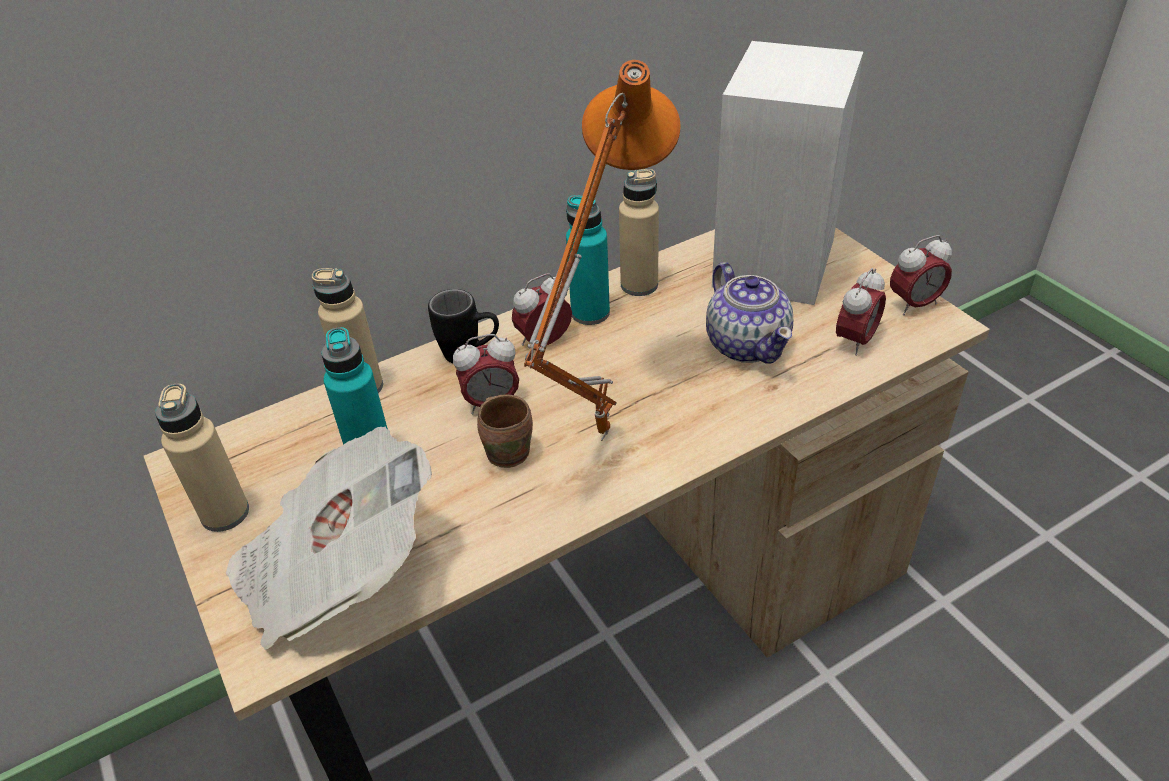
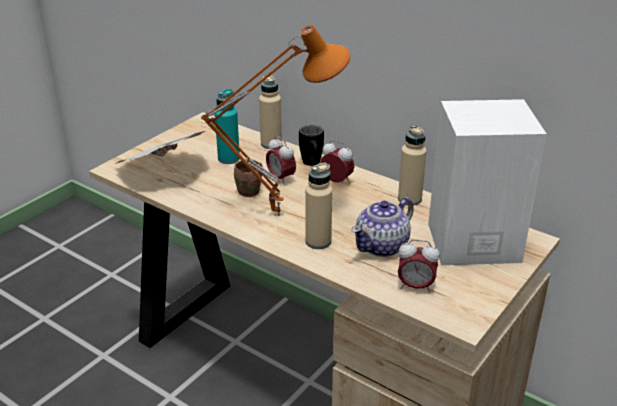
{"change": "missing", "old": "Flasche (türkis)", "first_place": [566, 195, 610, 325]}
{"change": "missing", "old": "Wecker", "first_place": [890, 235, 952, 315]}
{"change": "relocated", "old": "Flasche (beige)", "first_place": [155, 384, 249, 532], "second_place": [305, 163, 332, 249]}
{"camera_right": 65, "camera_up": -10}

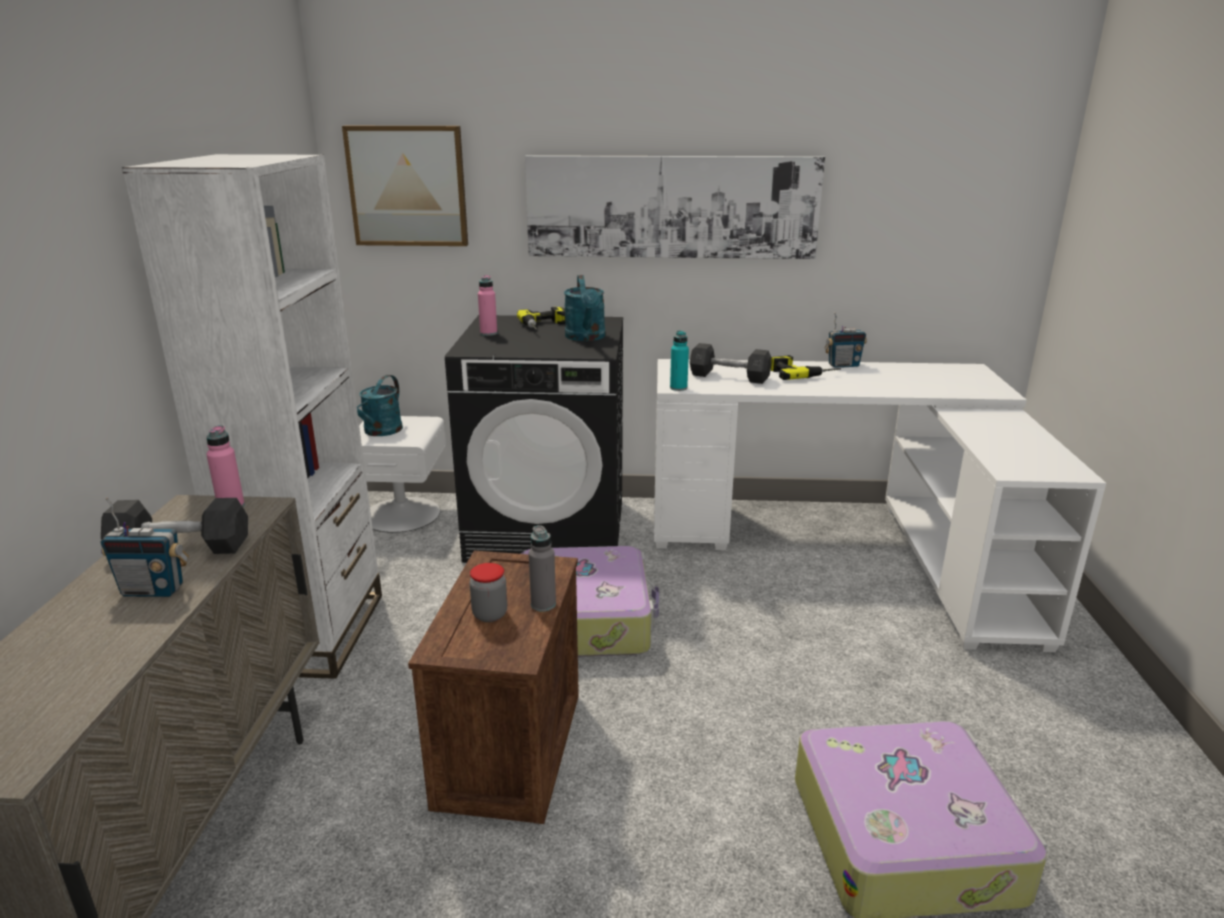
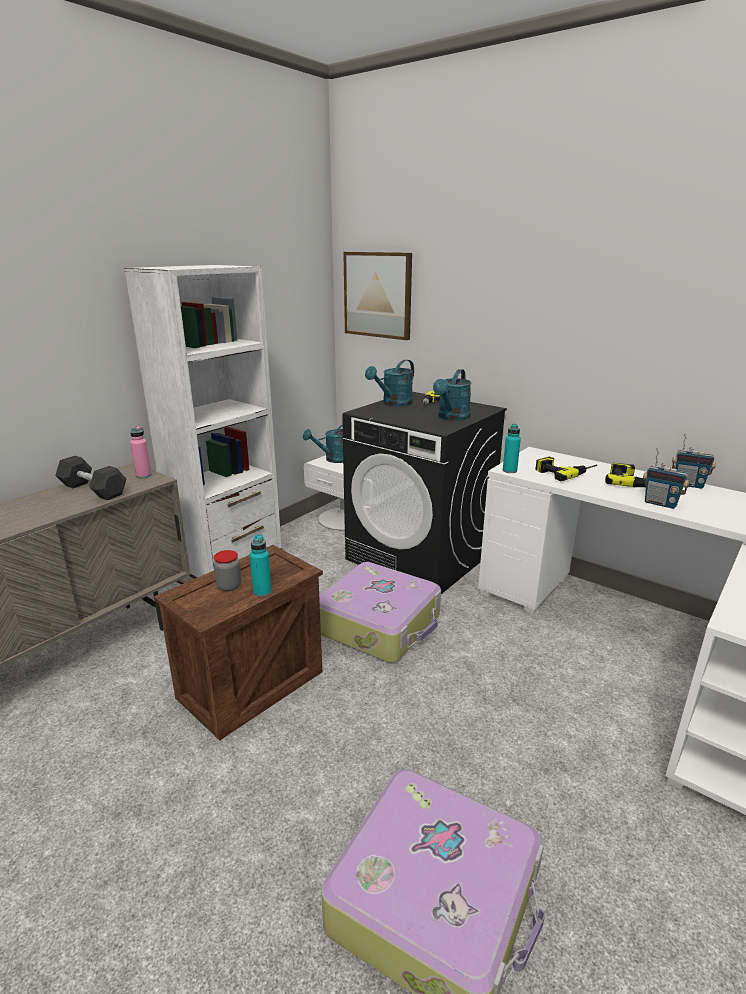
{"change": "missing", "old": "Bild", "first_place": [525, 155, 825, 259]}
{"change": "relocated", "old": "Radio", "first_place": [100, 497, 189, 597], "second_place": [643, 448, 690, 509]}
{"change": "exchanged", "old": "Flasche (rosa)", "new": "Gießkanne (türkis)", "first_place": [478, 275, 497, 336], "second_place": [365, 360, 414, 406]}
{"change": "exchanged", "old": "Hantel (grau)", "new": "Bohrmaschine", "first_place": [690, 343, 772, 384], "second_place": [535, 457, 597, 481]}
{"change": "colour", "old": "Flasche (grau)", "new": "Flasche (türkis)", "first_place": [529, 525, 556, 612], "second_place": [250, 534, 272, 597]}
{"camera_right": 35, "camera_up": 0}

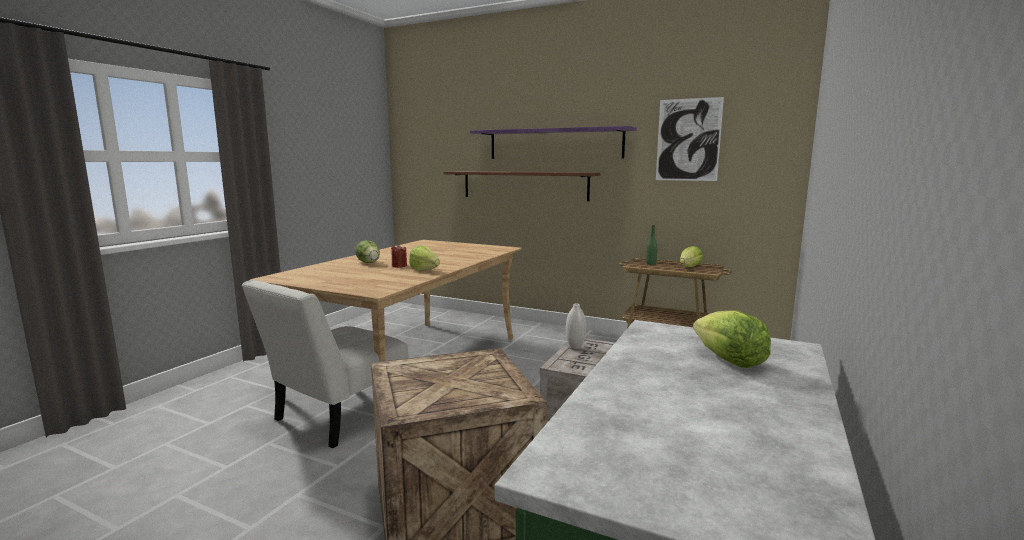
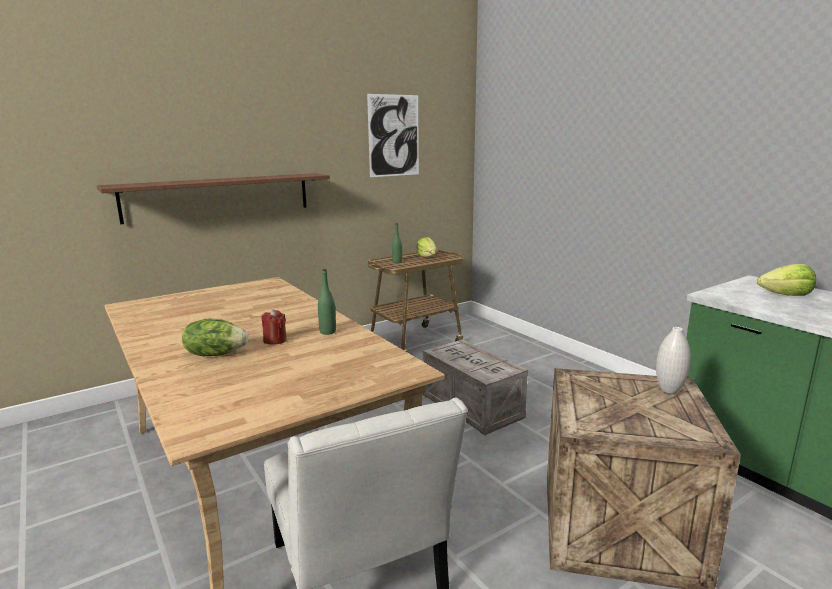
{"change": "missing", "old": "Wandregal (lila)", "first_place": [470, 126, 637, 159]}
{"change": "relocated", "old": "Vase (weiß)", "first_place": [566, 304, 586, 349], "second_place": [656, 327, 691, 393]}
{"change": "exchanged", "old": "Salatkopf", "new": "Flasche (grün)", "first_place": [409, 246, 440, 271], "second_place": [318, 269, 336, 335]}
{"camera_right": -60, "camera_up": 5}

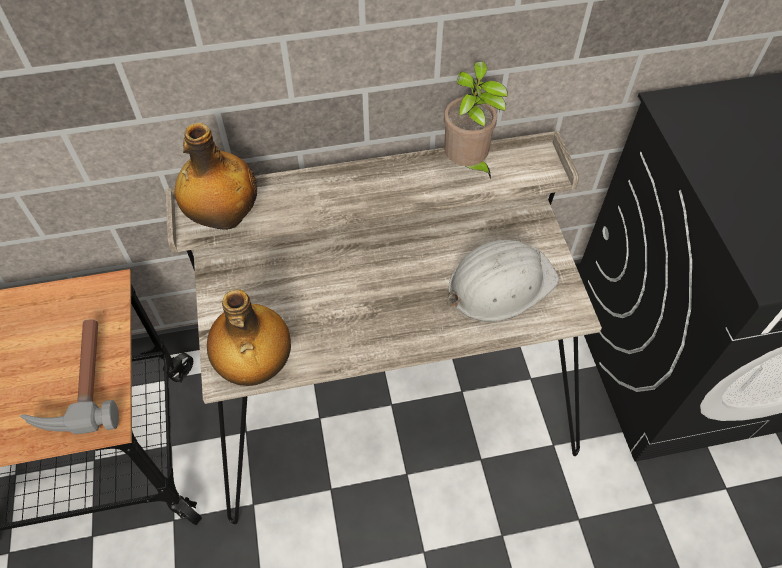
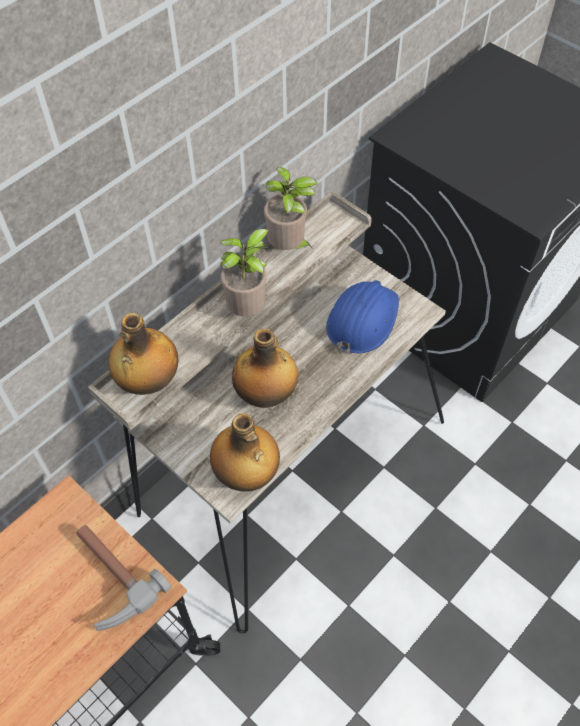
{"change": "appeared", "new": "Topfpflanze", "second_place": [220, 228, 269, 317]}
{"change": "appeared", "new": "Flasche", "second_place": [232, 328, 298, 408]}
{"change": "colour", "old": "Schutzhelm (weiß)", "new": "Schutzhelm (blau)", "first_place": [447, 240, 559, 322], "second_place": [326, 280, 399, 354]}
{"camera_right": -35, "camera_up": 0}

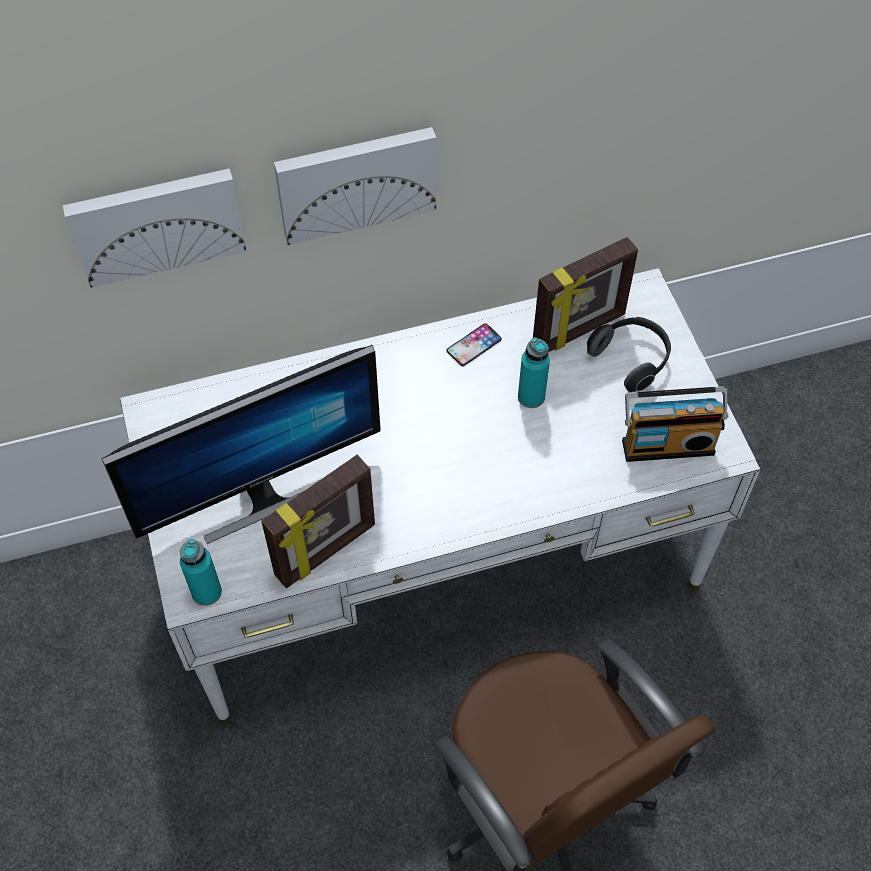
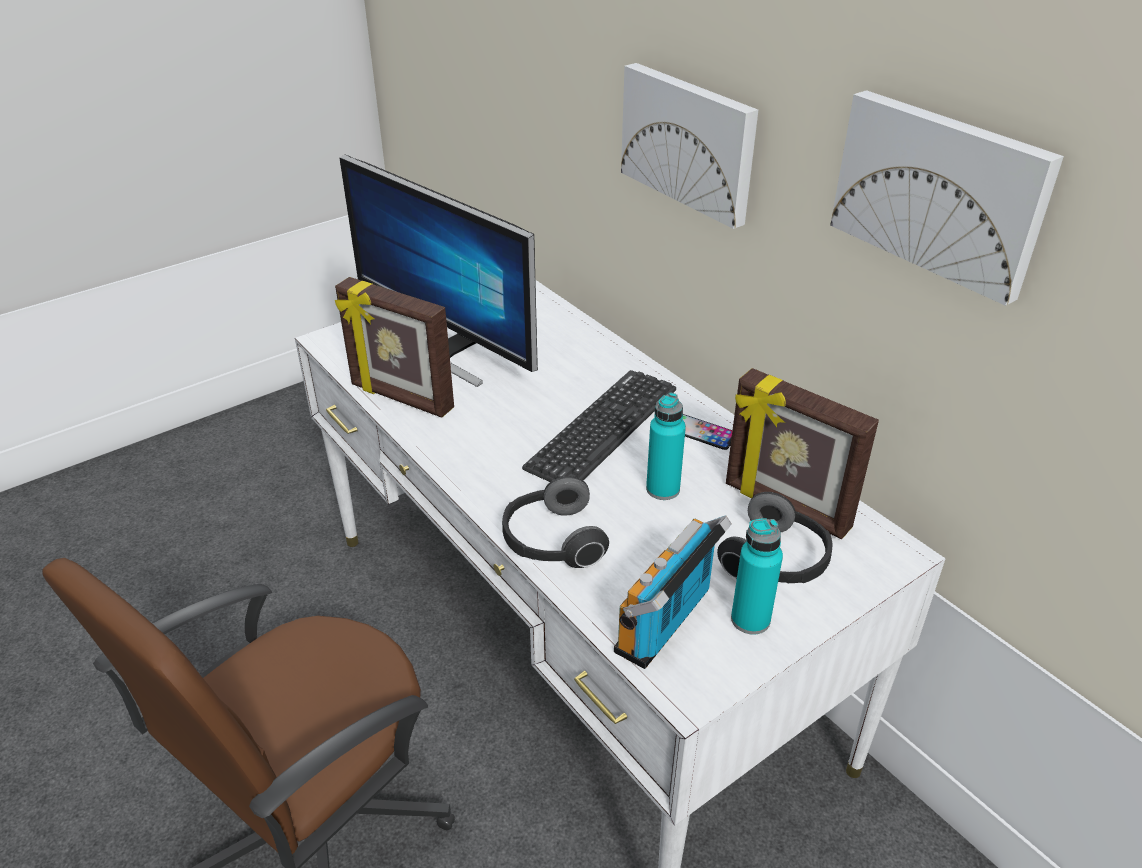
{"change": "appeared", "new": "Kopfhörer", "second_place": [502, 476, 609, 568]}
{"change": "appeared", "new": "Tastatur", "second_place": [522, 370, 676, 482]}
{"change": "relocated", "old": "Bild", "first_place": [63, 168, 247, 288], "second_place": [830, 90, 1064, 306]}
{"change": "relocated", "old": "Flasche (türkis)", "first_place": [180, 539, 222, 606], "second_place": [731, 518, 783, 635]}
{"change": "spun", "old": "Radio", "first_place": [622, 386, 728, 462], "second_place": [614, 515, 732, 669], "degrees": 60}
{"camera_right": 70, "camera_up": -20}

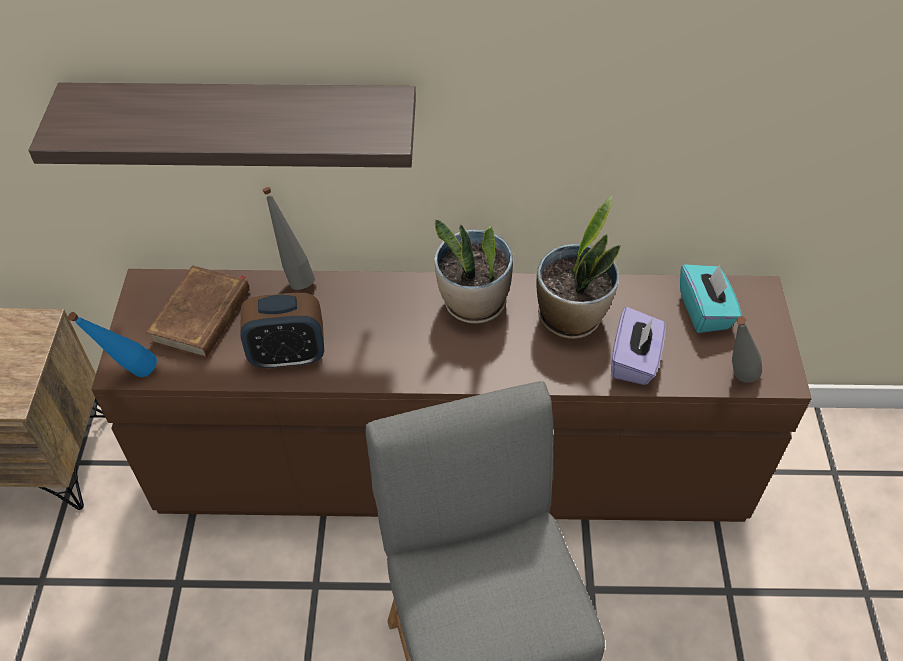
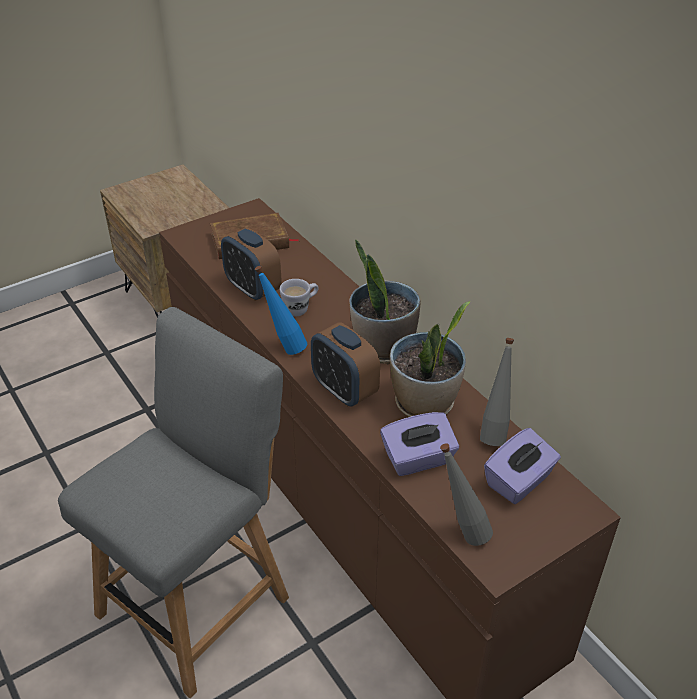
{"change": "missing", "old": "Wandregal", "first_place": [29, 83, 416, 168]}
{"change": "appeared", "new": "Henkelbecher (weiß)", "second_place": [280, 279, 318, 316]}
{"change": "appeared", "new": "Wecker", "second_place": [311, 322, 380, 407]}
{"change": "relocated", "old": "Flasche (blau)", "first_place": [68, 312, 157, 377], "second_place": [255, 266, 307, 355]}
{"change": "relocated", "old": "Flasche (grau)", "first_place": [262, 187, 315, 290], "second_place": [480, 338, 514, 446]}
{"change": "colour", "old": "Taschentuchbox (türkis)", "new": "Taschentuchbox (lila)", "first_place": [680, 264, 742, 333], "second_place": [484, 428, 561, 504]}
{"camera_right": 55, "camera_up": -10}

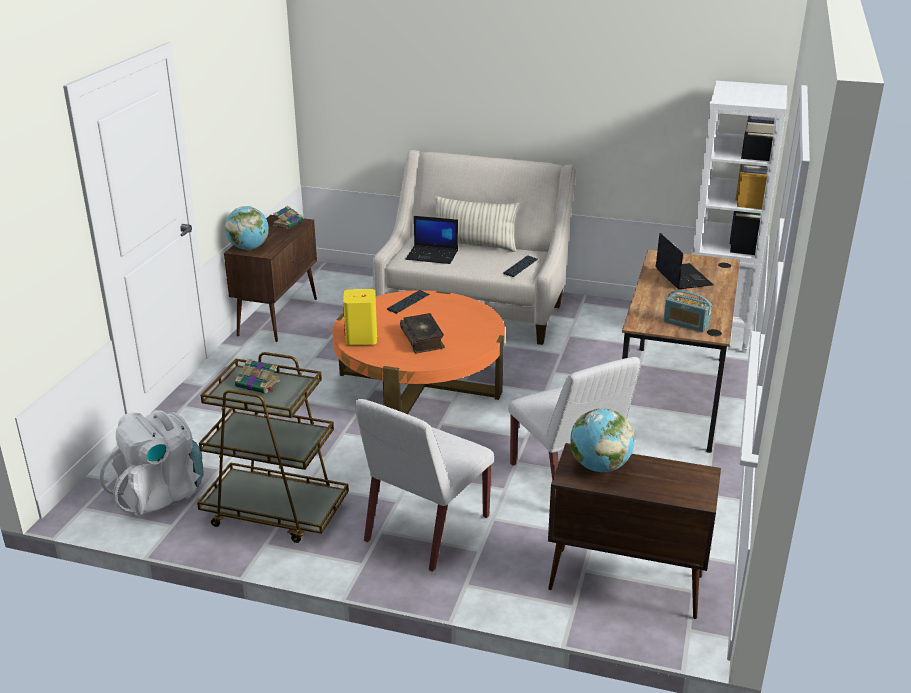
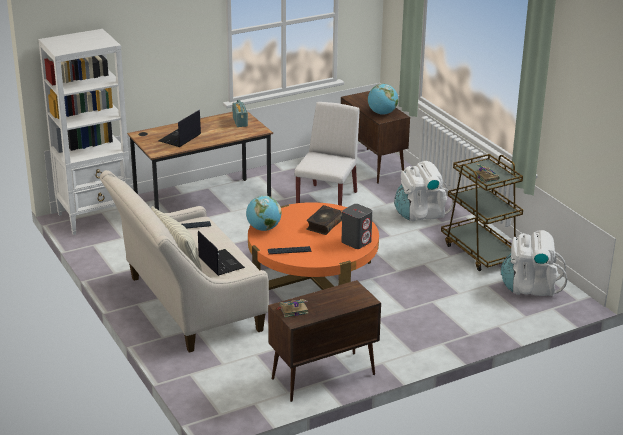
{"change": "relocated", "old": "Globus", "first_place": [225, 206, 269, 250], "second_place": [246, 195, 282, 231]}
{"change": "exchanged", "old": "Stuhl (weiß)", "new": "Rucksack (weiß)", "first_place": [355, 399, 494, 572], "second_place": [394, 161, 454, 222]}
{"change": "colour", "old": "Lautsprecher (gelb)", "new": "Lautsprecher (grau)", "first_place": [343, 289, 378, 345], "second_place": [341, 204, 373, 249]}
{"camera_right": -135, "camera_up": 0}

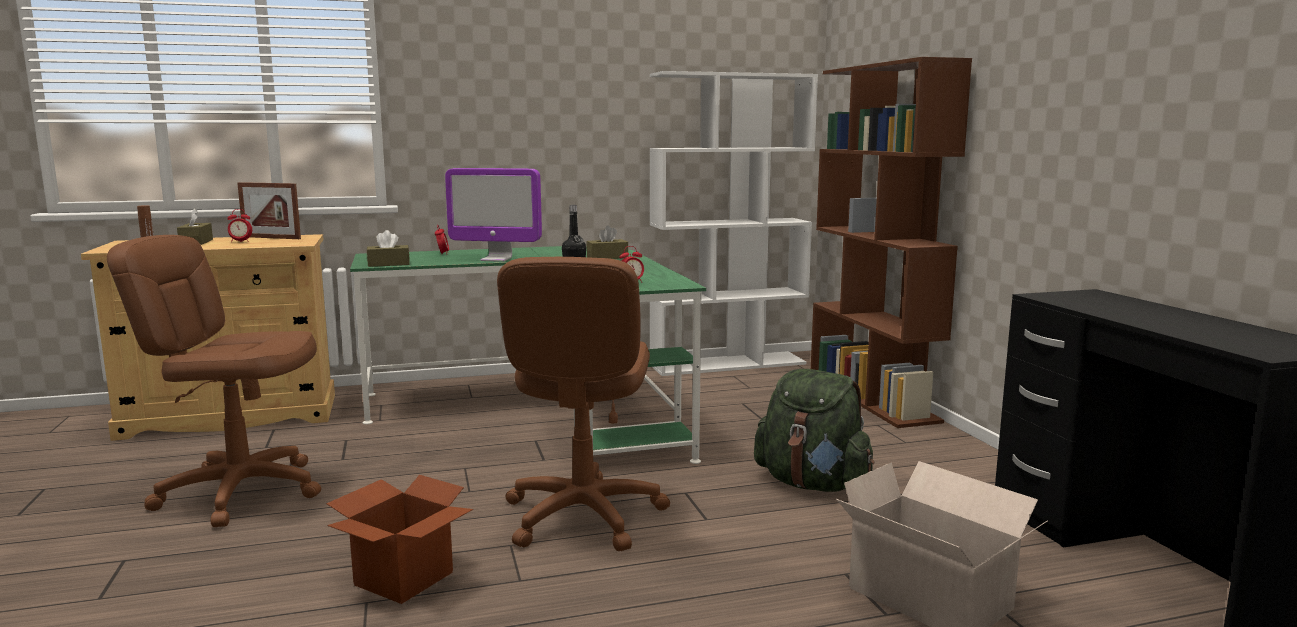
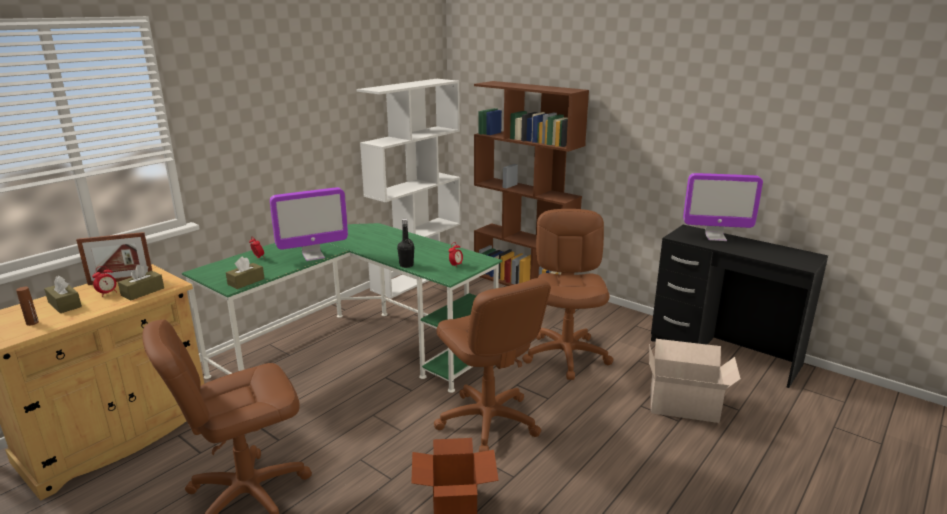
{"change": "appeared", "new": "Monitor", "second_place": [683, 173, 763, 241]}
{"change": "relocated", "old": "Taschentuchbox (braun)", "first_place": [587, 225, 628, 259], "second_place": [118, 265, 164, 300]}
{"change": "exchanged", "old": "Rucksack (grün)", "new": "Bürostuhl (braun)", "first_place": [754, 369, 874, 492], "second_place": [522, 209, 613, 380]}
{"camera_right": -35, "camera_up": 10}

